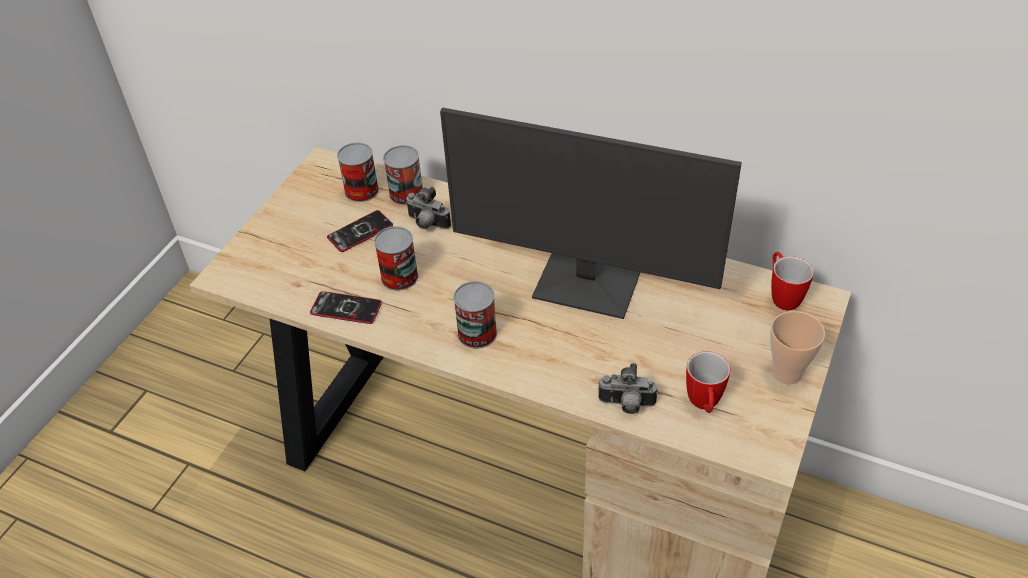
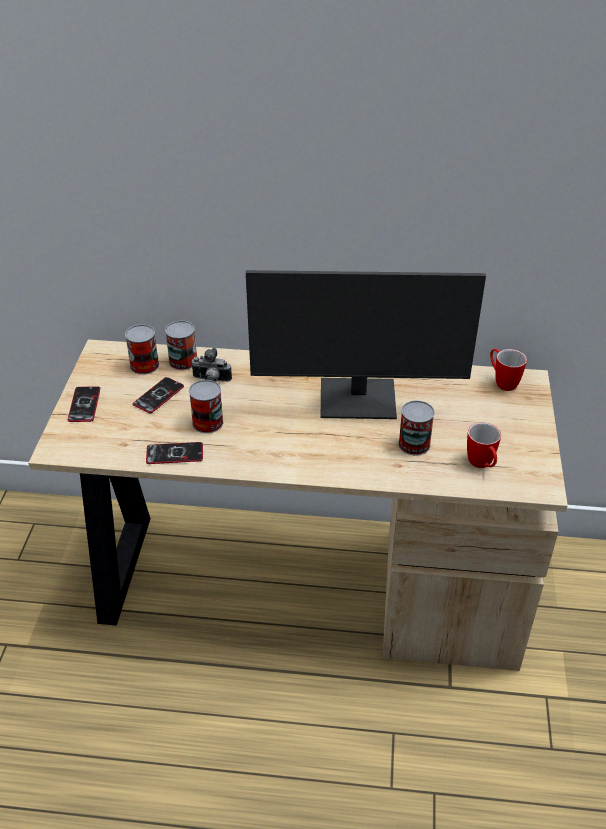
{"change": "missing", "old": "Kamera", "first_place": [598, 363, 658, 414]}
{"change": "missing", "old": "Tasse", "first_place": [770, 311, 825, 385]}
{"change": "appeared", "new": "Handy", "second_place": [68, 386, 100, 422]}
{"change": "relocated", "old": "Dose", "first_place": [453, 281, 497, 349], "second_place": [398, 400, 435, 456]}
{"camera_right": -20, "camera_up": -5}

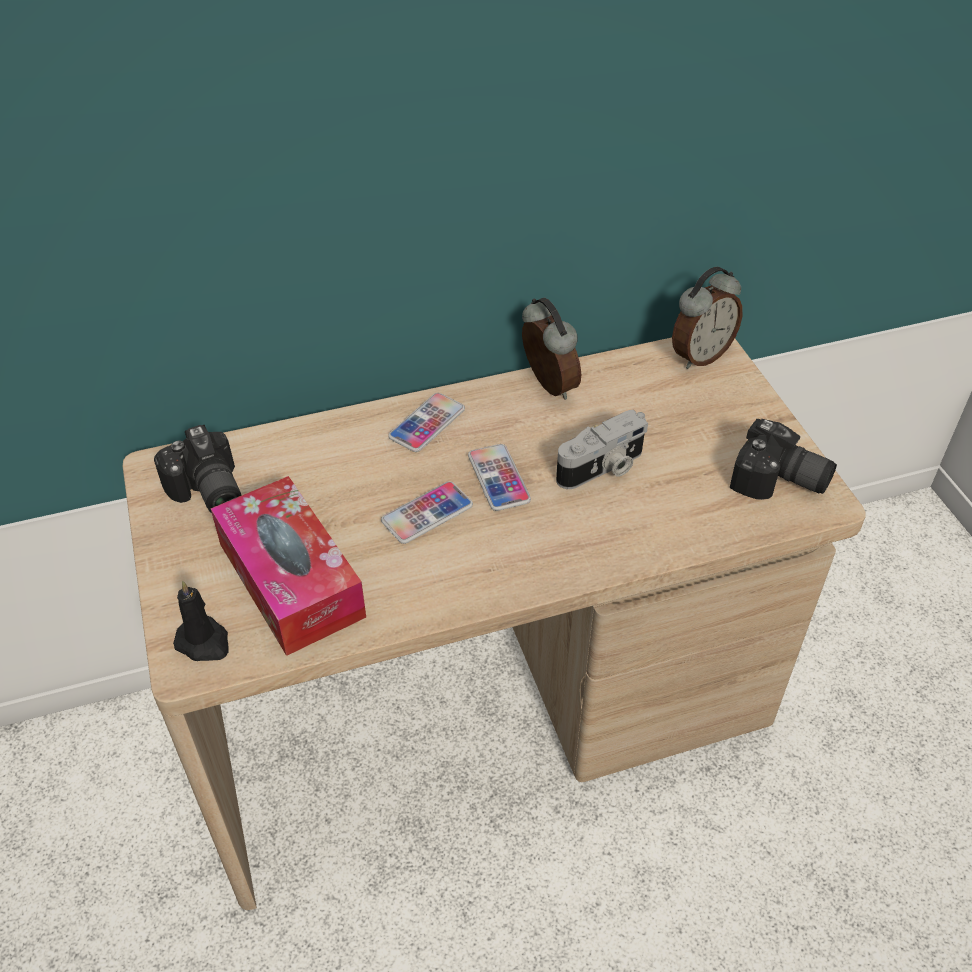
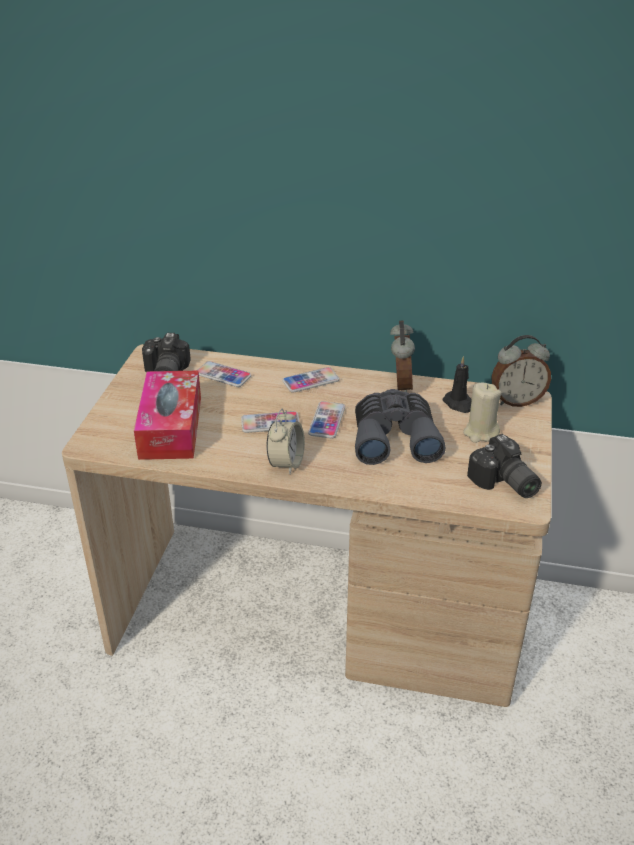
{"change": "appeared", "new": "Handy", "second_place": [196, 361, 252, 387]}
{"change": "appeared", "new": "Wecker", "second_place": [267, 409, 305, 474]}
{"change": "appeared", "new": "Kerze (beige)", "second_place": [463, 383, 501, 443]}
{"change": "relocated", "old": "Kerze (schwarz)", "first_place": [173, 581, 229, 661], "second_place": [443, 356, 472, 413]}
{"change": "exchanged", "old": "Kamera", "new": "Fernglas (grau)", "first_place": [556, 410, 648, 489], "second_place": [355, 389, 446, 465]}
{"camera_right": 30, "camera_up": -10}

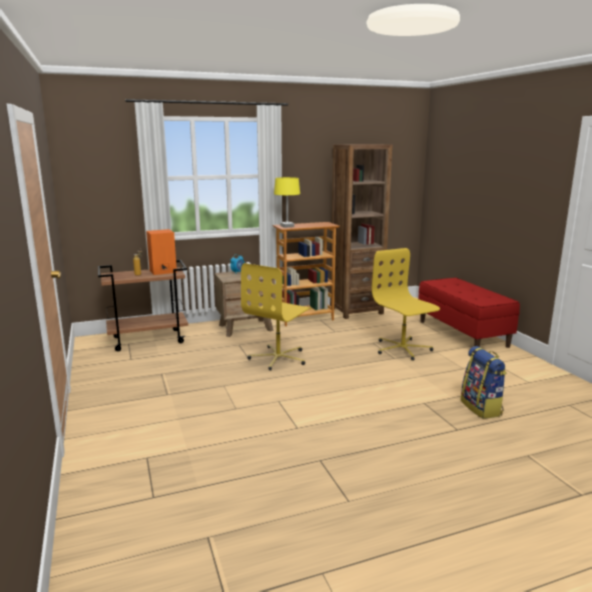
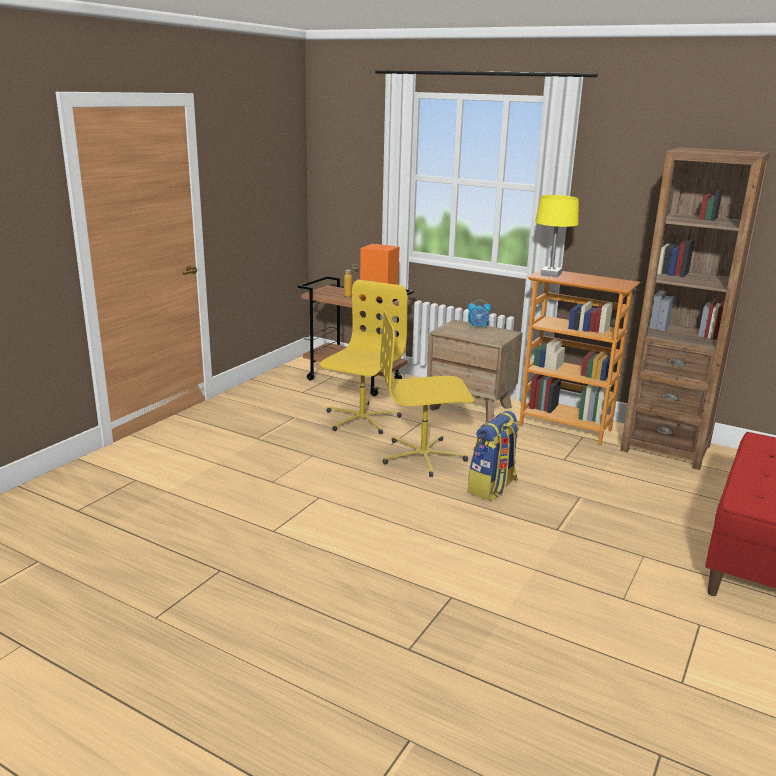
{"change": "relocated", "old": "Bürostuhl (gelb)", "first_place": [372, 248, 440, 361], "second_place": [320, 280, 408, 434]}
{"change": "relocated", "old": "Rucksack", "first_place": [460, 346, 507, 419], "second_place": [468, 411, 519, 501]}
{"camera_right": 50, "camera_up": 5}

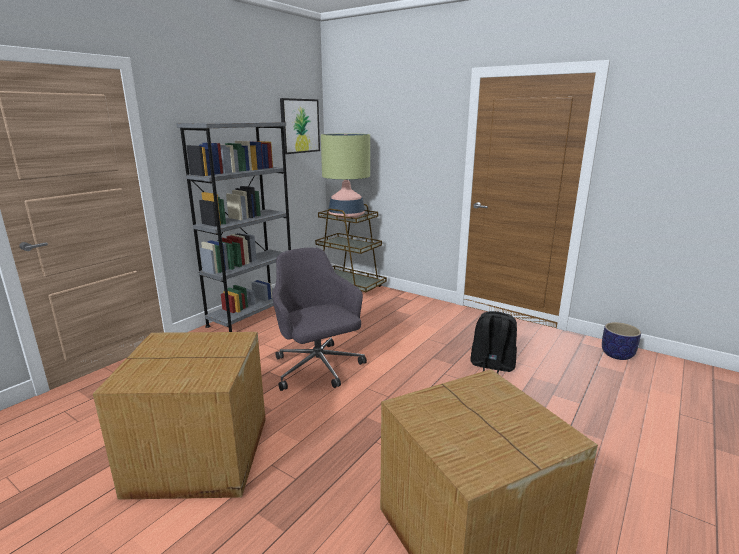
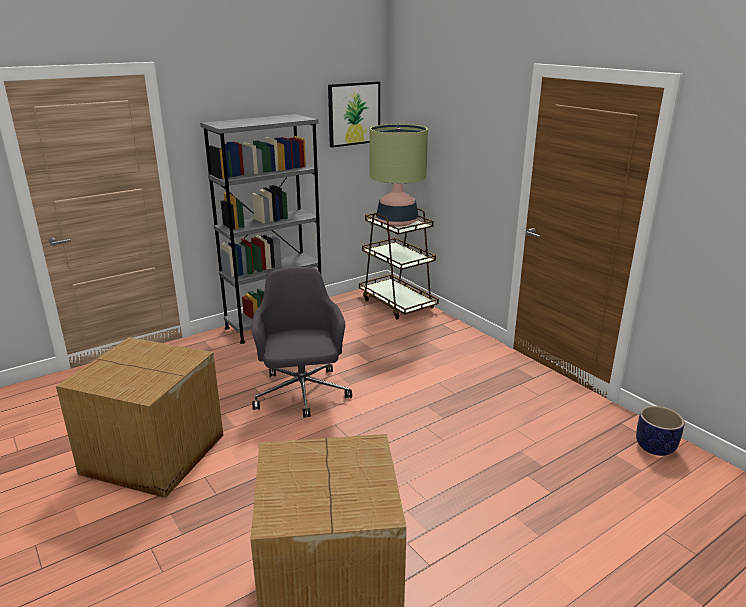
{"change": "missing", "old": "Rucksack (schwarz)", "first_place": [470, 311, 517, 374]}
{"camera_right": 20, "camera_up": 5}

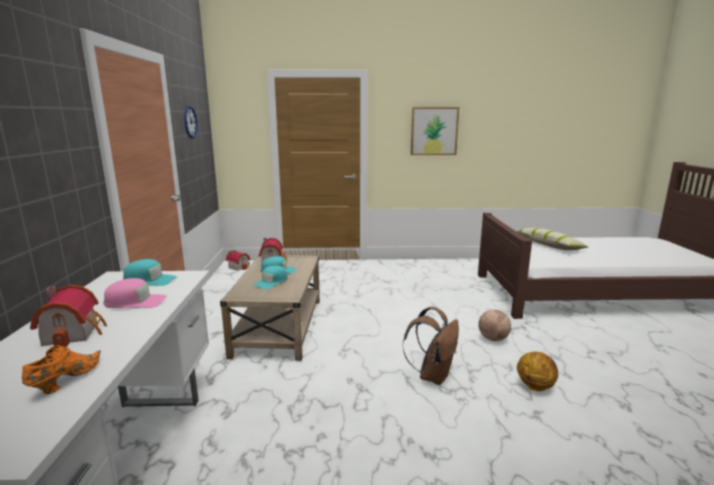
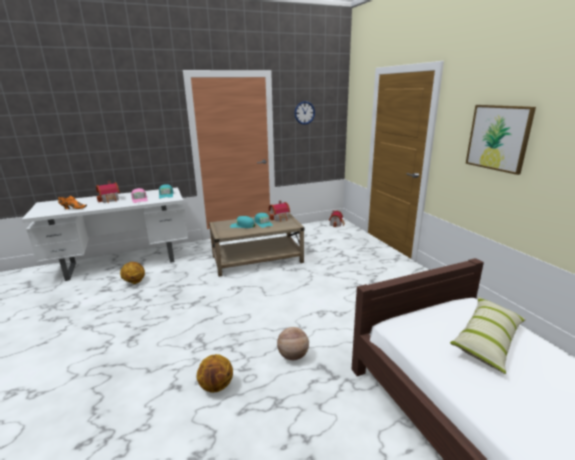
{"change": "missing", "old": "Rucksack (braun)", "first_place": [403, 307, 459, 385]}
{"change": "appeared", "new": "Basketball", "second_place": [120, 262, 145, 284]}
{"camera_right": 70, "camera_up": 5}

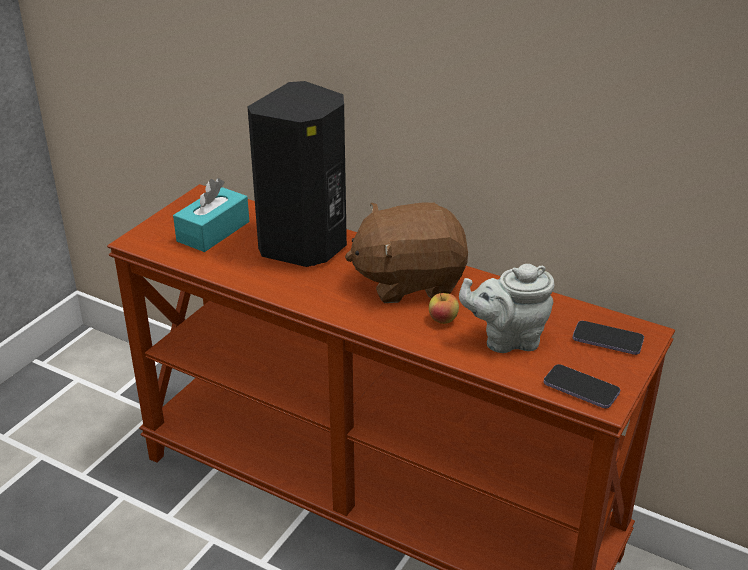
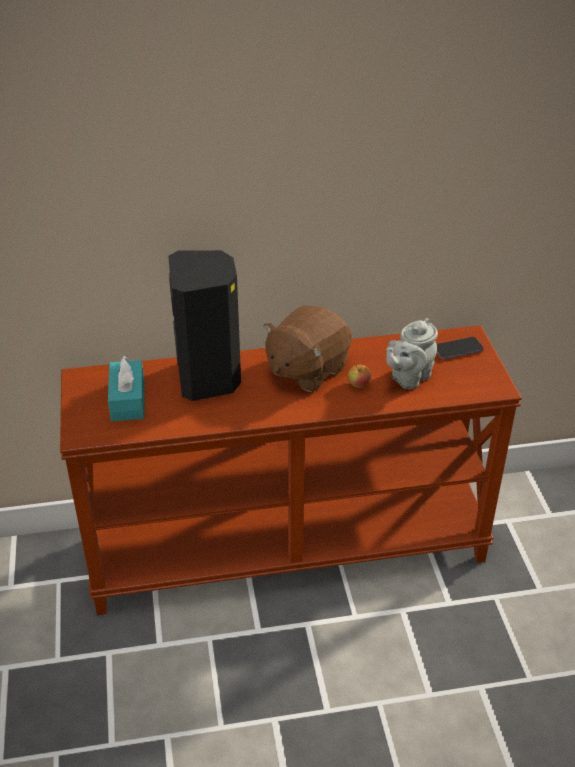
{"change": "missing", "old": "Handy", "first_place": [544, 364, 620, 408]}
{"camera_right": -40, "camera_up": 5}

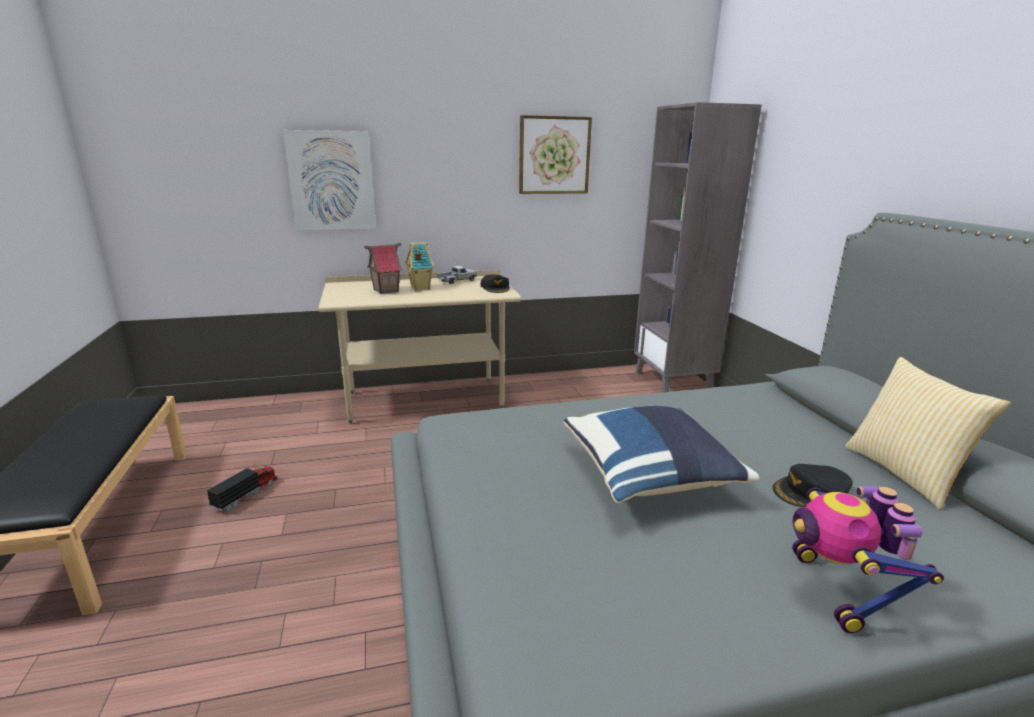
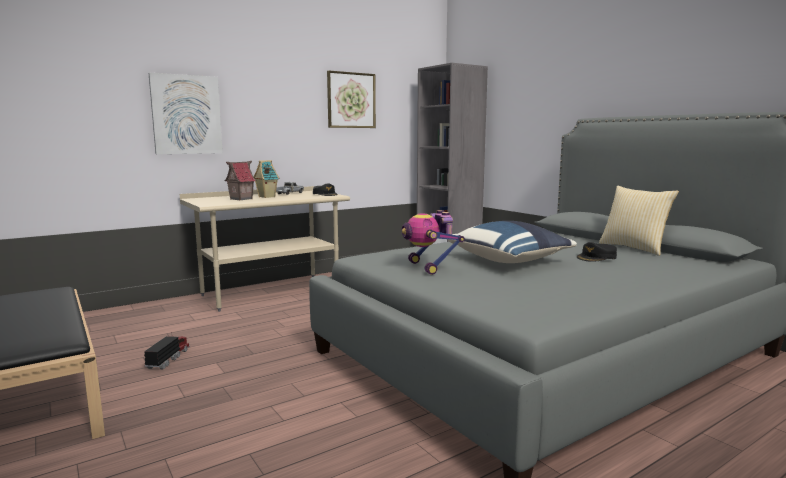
{"change": "relocated", "old": "Spielzeugroboter", "first_place": [792, 486, 944, 633], "second_place": [402, 210, 465, 275]}
{"camera_right": -20, "camera_up": -10}

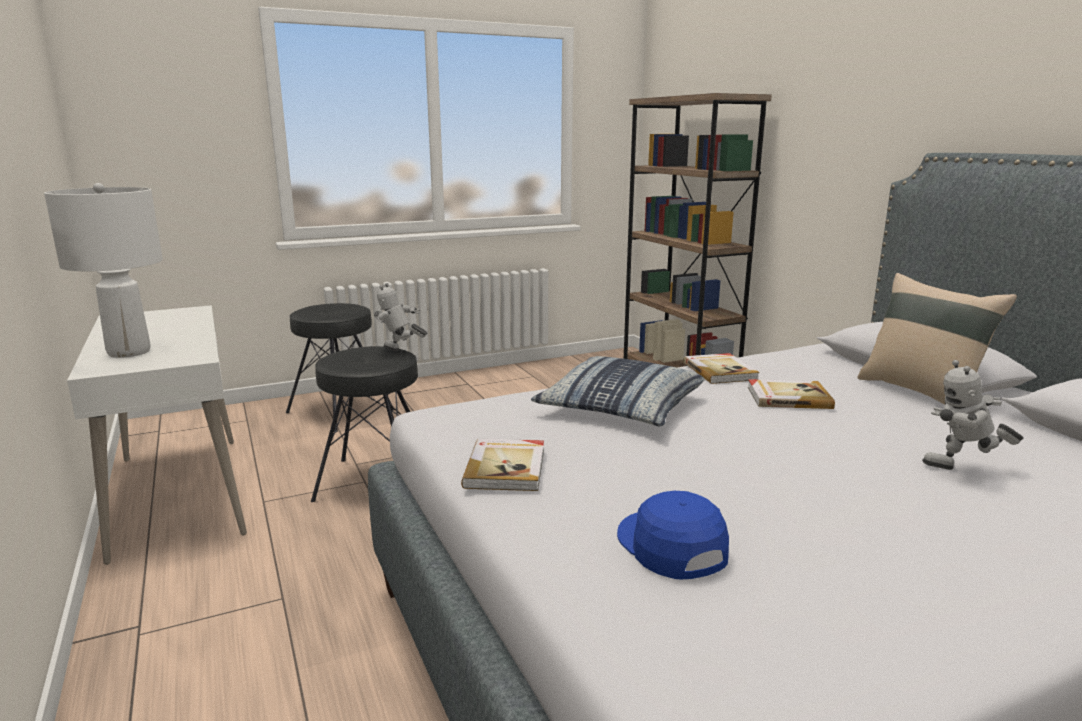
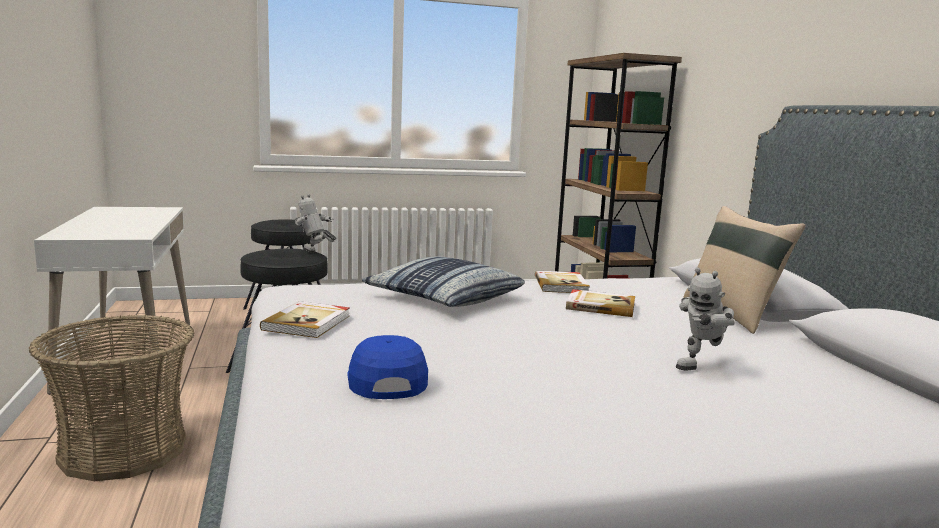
{"change": "missing", "old": "Tischlampe (weiß)", "first_place": [44, 183, 163, 358]}
{"change": "appeared", "new": "Korb", "second_place": [29, 315, 195, 481]}
{"change": "spun", "old": "Spielzeugroboter", "first_place": [922, 360, 1024, 470], "second_place": [676, 268, 735, 371], "degrees": -60}
{"camera_right": 10, "camera_up": -5}

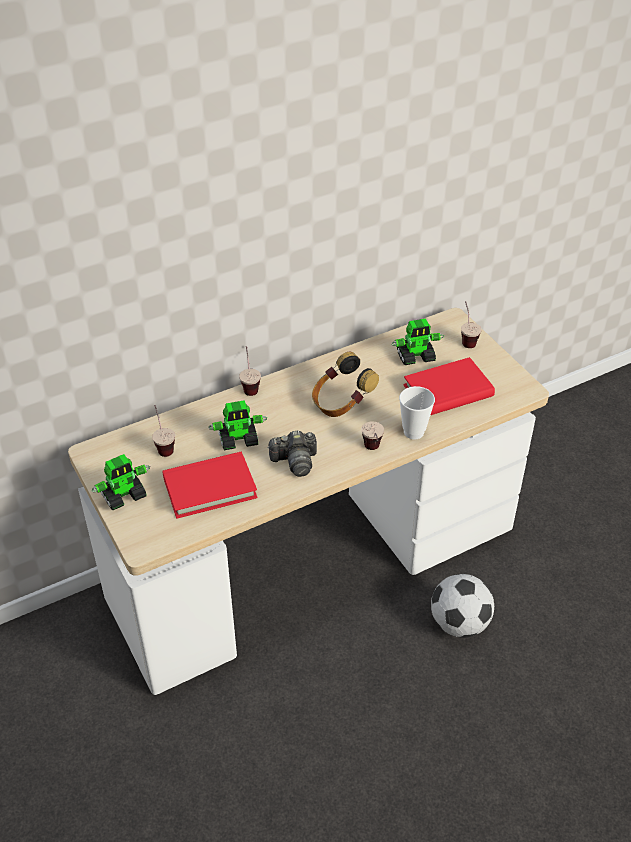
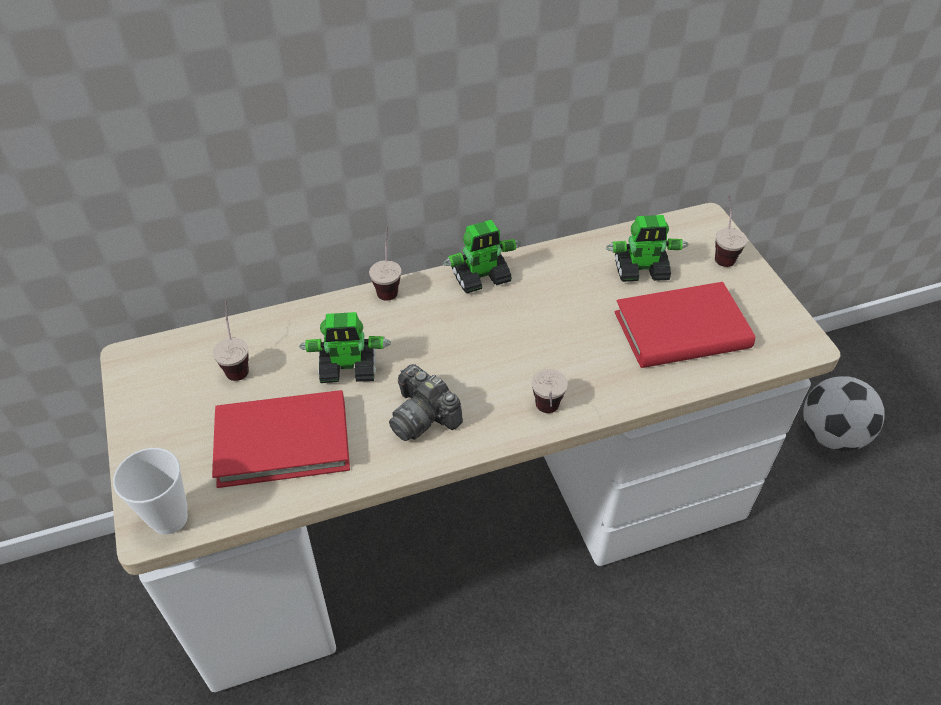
{"change": "missing", "old": "Kopfhörer", "first_place": [312, 352, 379, 417]}
{"change": "relocated", "old": "Spielzeugroboter", "first_place": [92, 454, 150, 510], "second_place": [443, 220, 521, 293]}
{"change": "relocated", "old": "Tasse", "first_place": [399, 386, 435, 440], "second_place": [113, 448, 188, 535]}
{"change": "relocated", "old": "Fußball", "first_place": [431, 574, 494, 638], "second_place": [803, 376, 885, 451]}
{"change": "spun", "old": "Kamera", "first_place": [267, 430, 317, 477], "second_place": [389, 364, 463, 441], "degrees": 45}
{"camera_right": 10, "camera_up": 5}

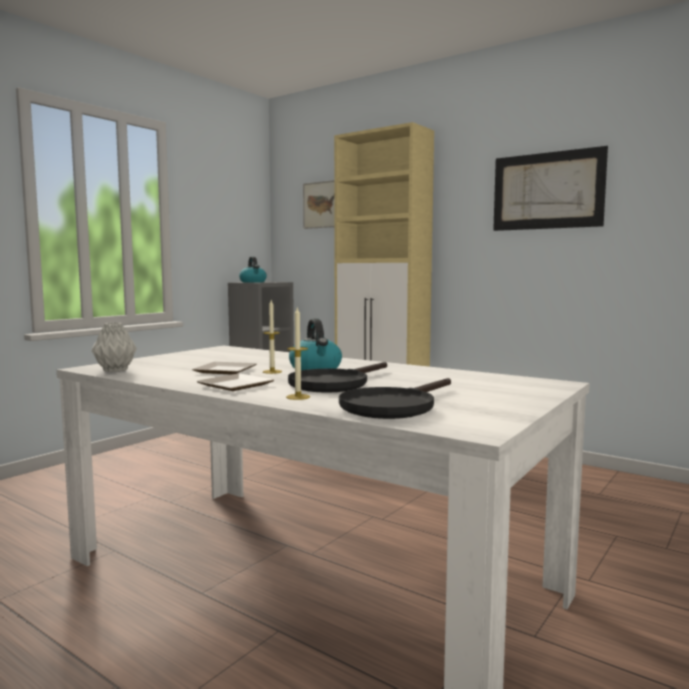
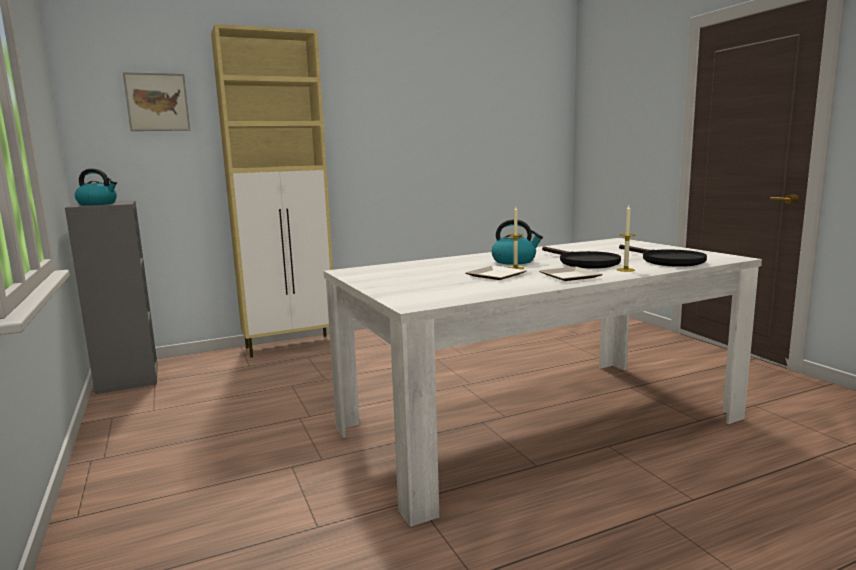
{"change": "missing", "old": "Vase (grau)", "first_place": [91, 322, 137, 372]}
{"change": "missing", "old": "Bild", "first_place": [493, 146, 608, 231]}
{"camera_right": -60, "camera_up": 5}

